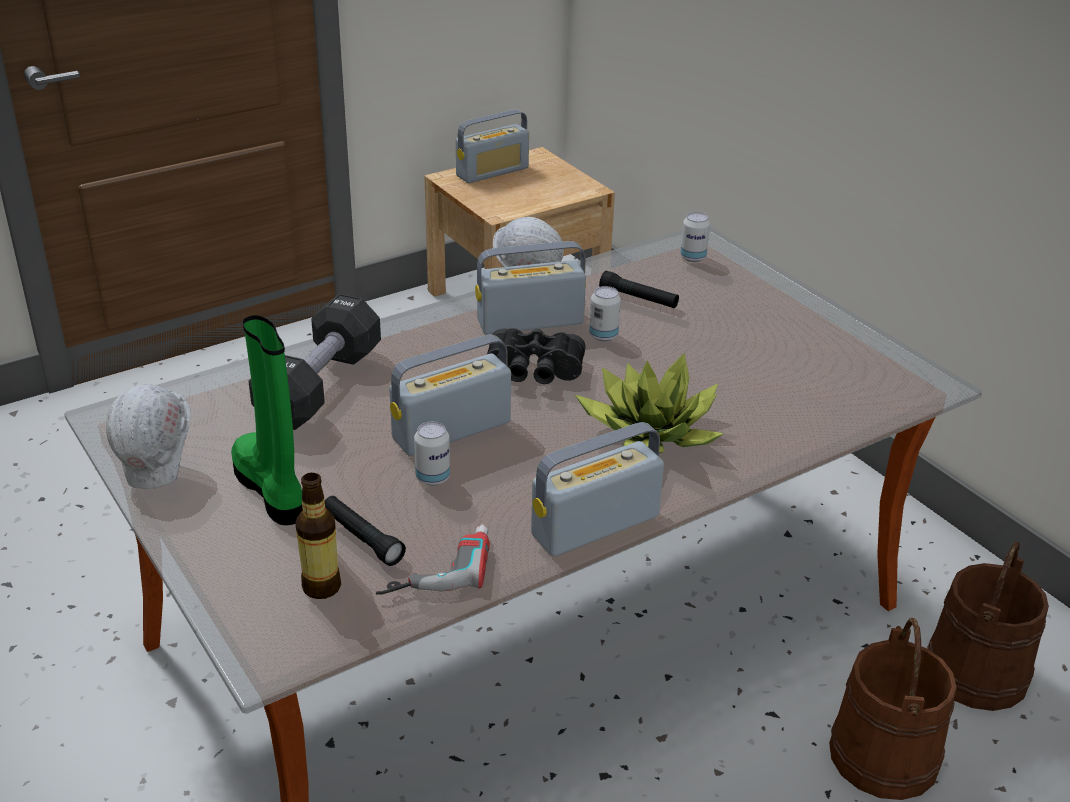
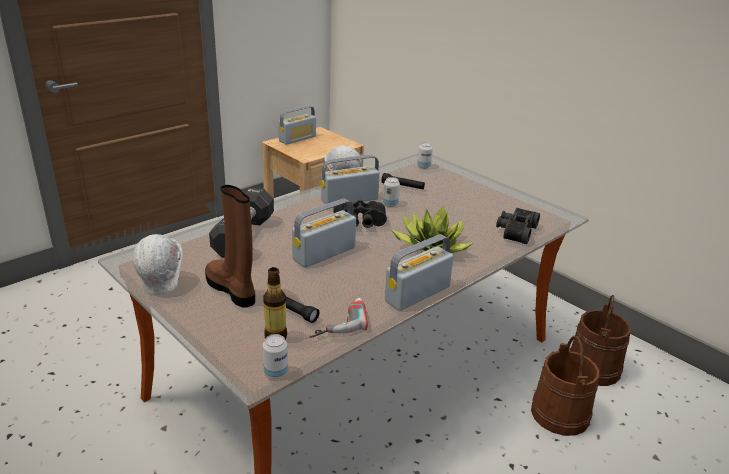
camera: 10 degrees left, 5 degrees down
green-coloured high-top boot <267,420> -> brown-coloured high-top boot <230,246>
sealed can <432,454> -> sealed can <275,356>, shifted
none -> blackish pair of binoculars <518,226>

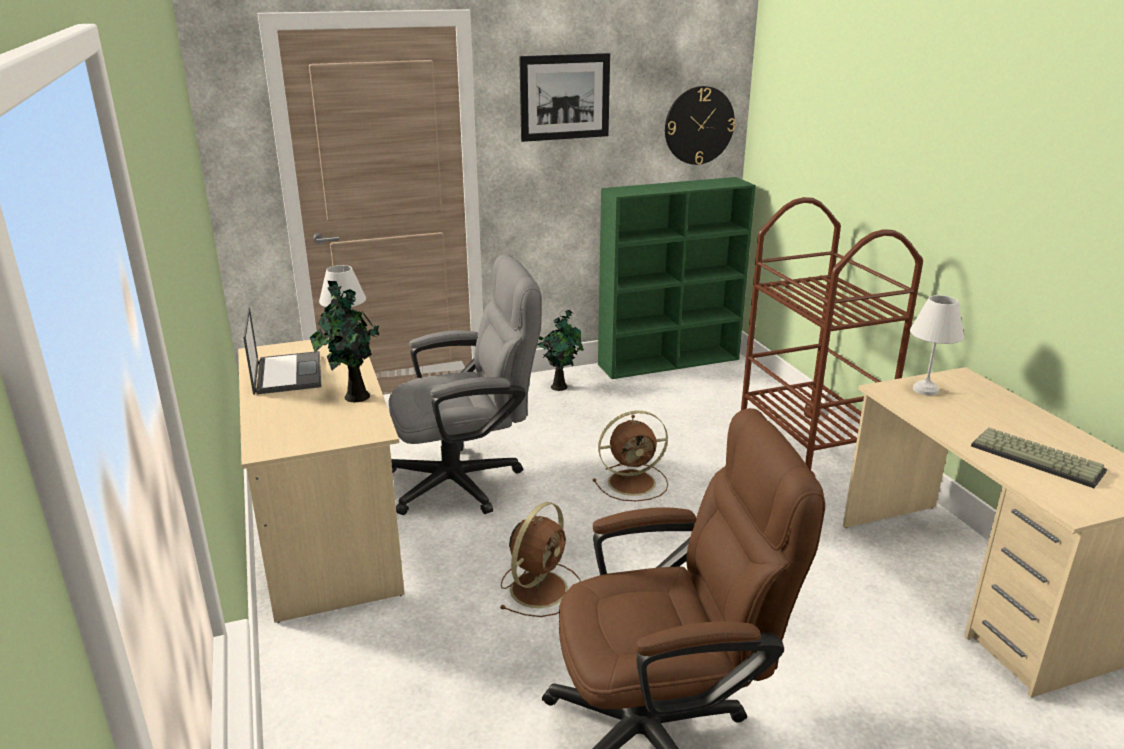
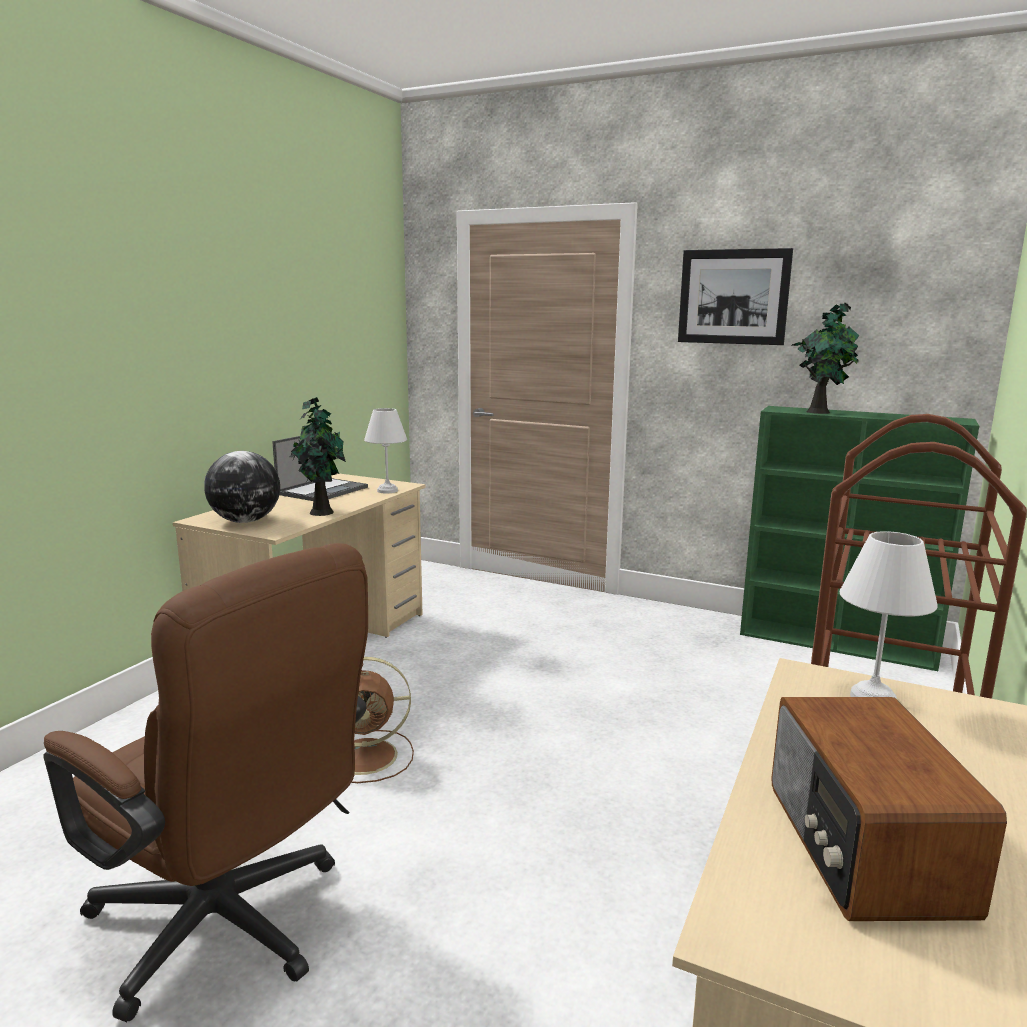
camera: 45 degrees right, 10 degrees down
gray office chair <465,384> -> none
plant in a pot <560,350> -> plant in a pot <825,358>, shifted
brown-coloured cooling fan <630,456> -> none
wall clock <700,125> -> none
computer keyboard <1039,457> -> radio <889,809>
none -> globe <242,487>

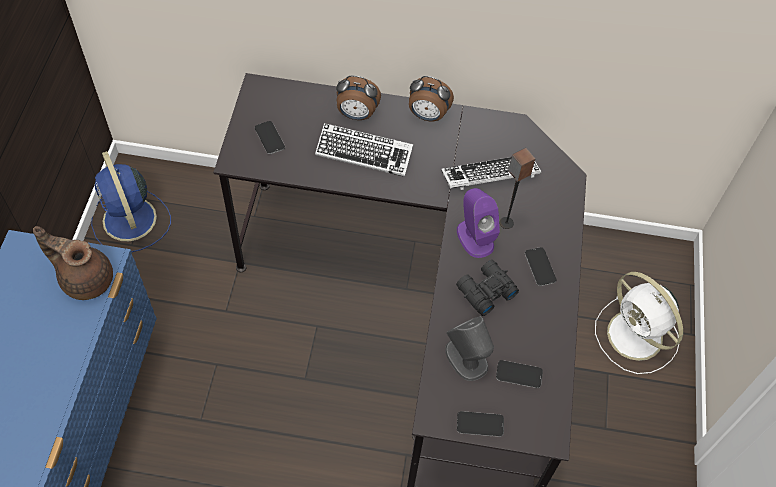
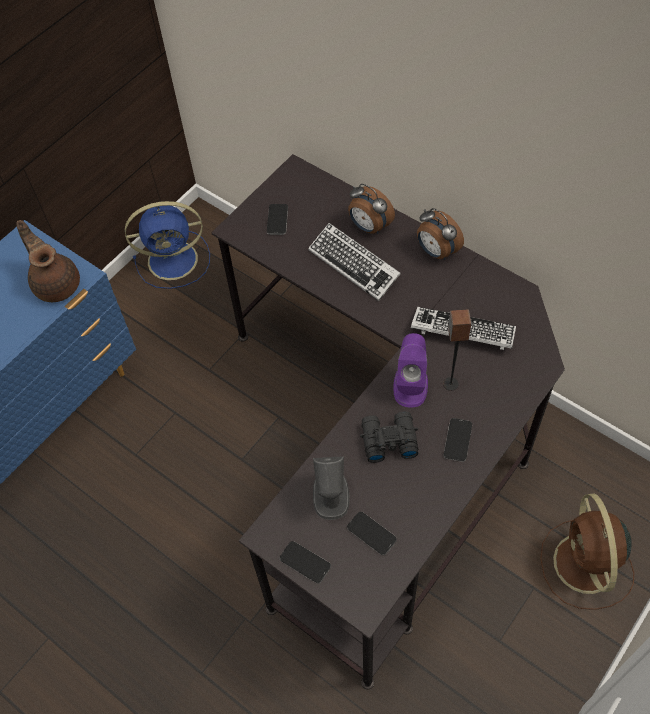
camera: 35 degrees right, 0 degrees up
bluish cooling fan <131,201> -> bluish cooling fan <167,245>, 105 degrees counterclockwise
white cooling fan <639,323> -> brown-coloured cooling fan <587,551>

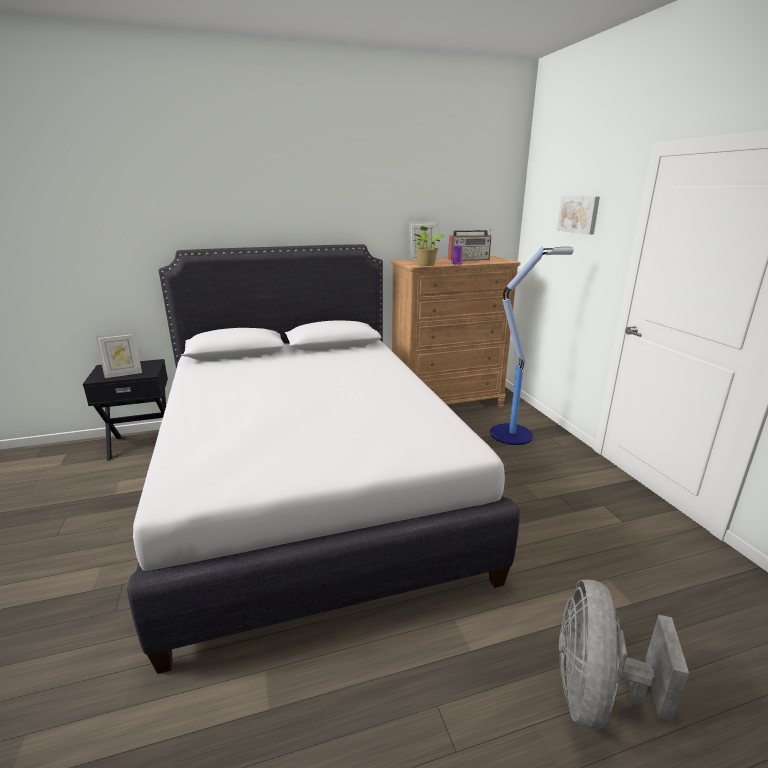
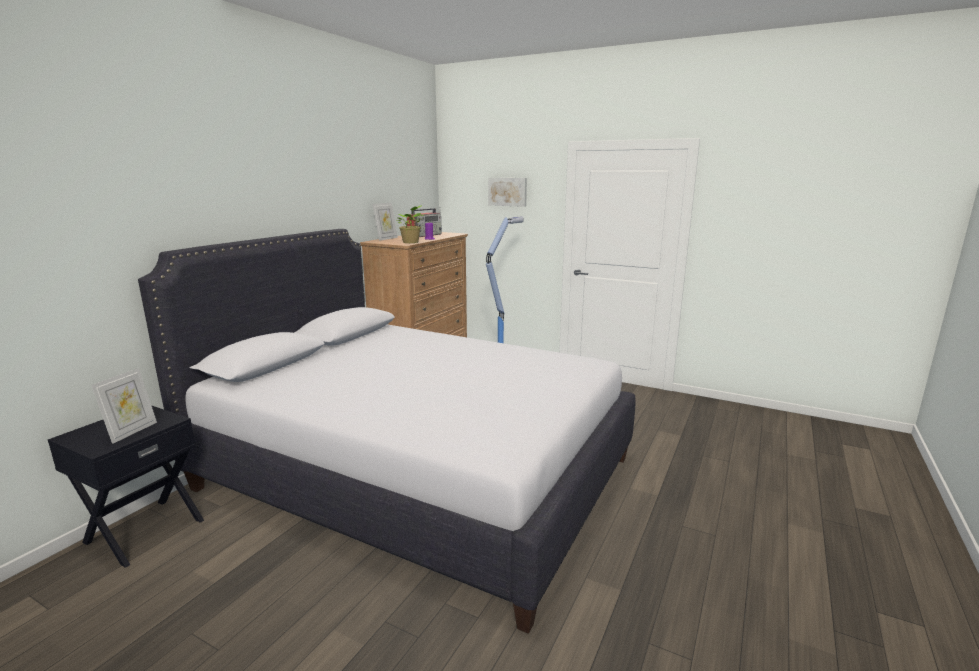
camera: 45 degrees left, 5 degrees down
gray cooling fan <624,654> -> none

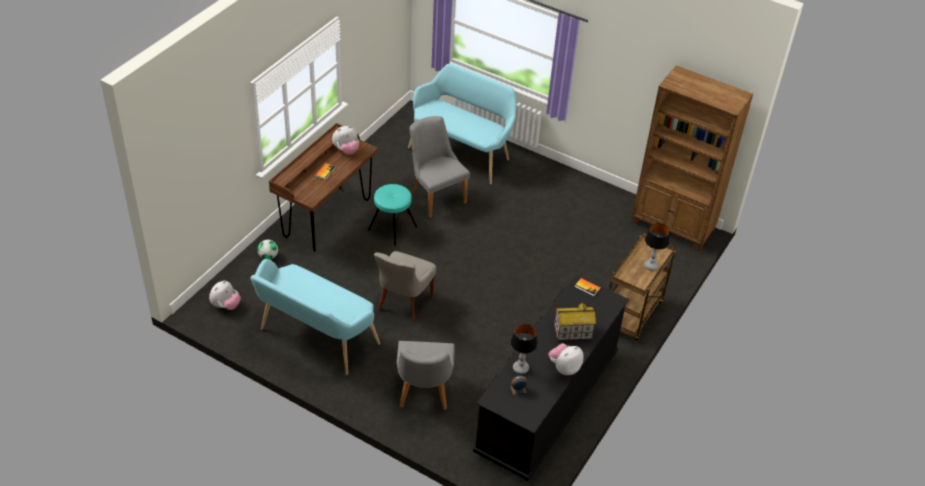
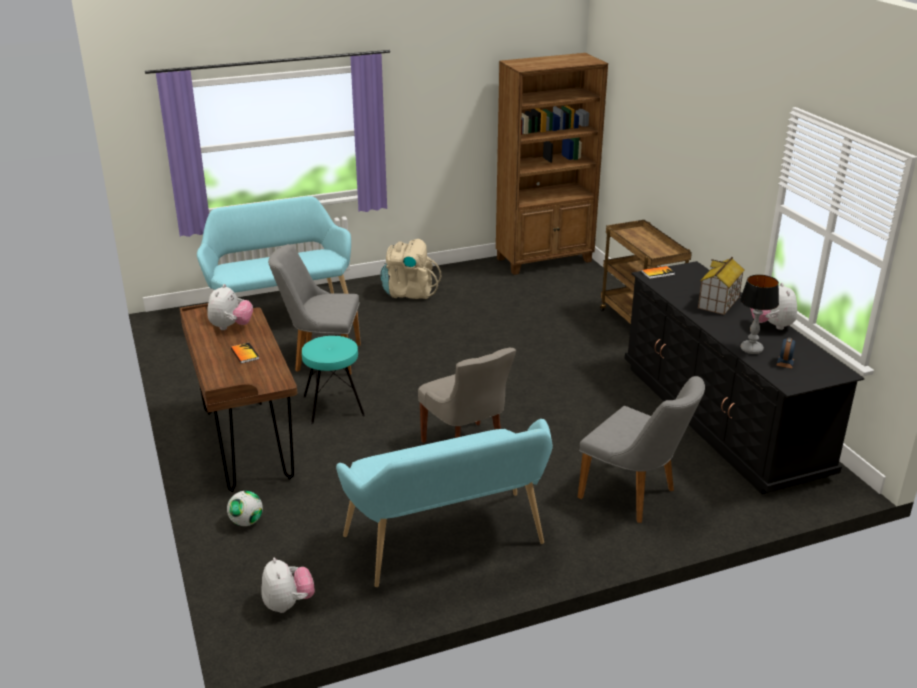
camera: 50 degrees left, 15 degrees down
lamp for a table <657,247> -> none
none -> beige backpack <410,269>

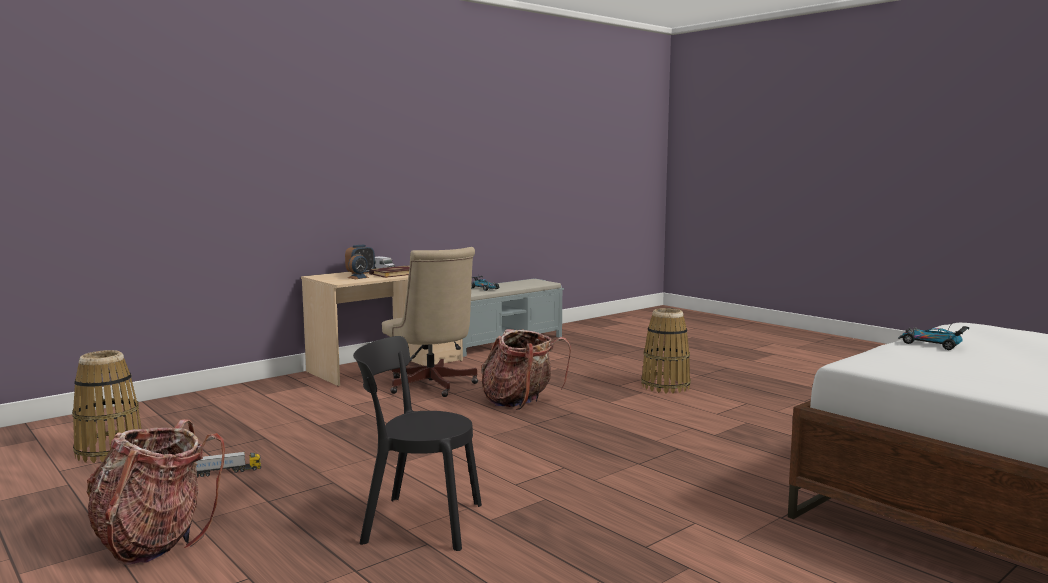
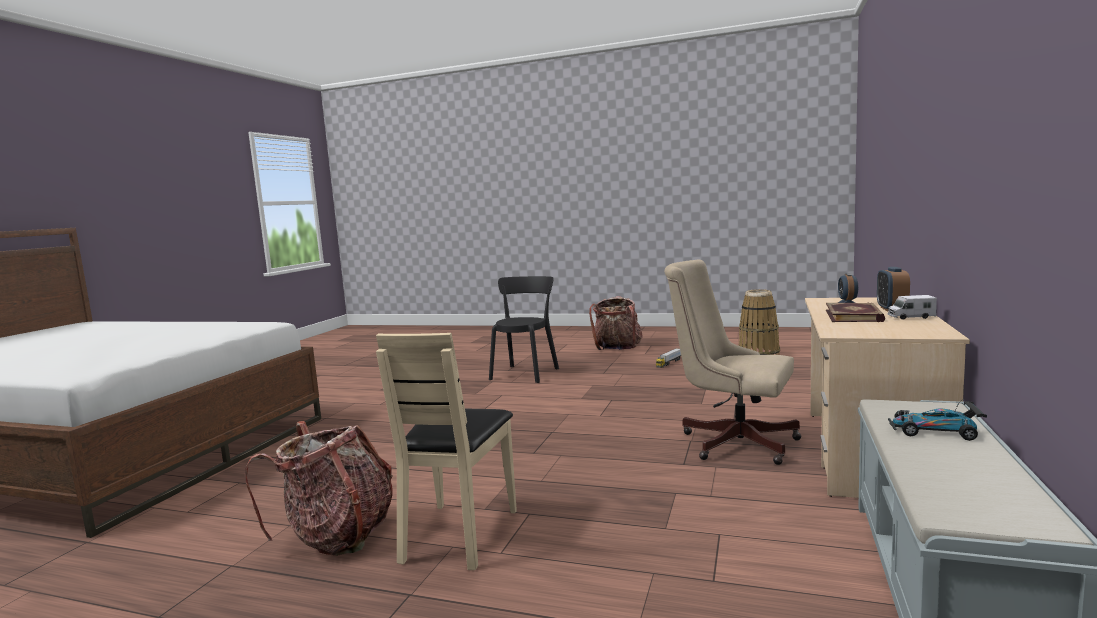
camera: 150 degrees right, 0 degrees up
blackish chair <417,443> -> blackish chair <524,329>, 45 degrees counterclockwise
backpack <526,369> -> backpack <319,488>, shifted
basket <666,350> -> beige chair <446,451>
toy car <933,337> -> none

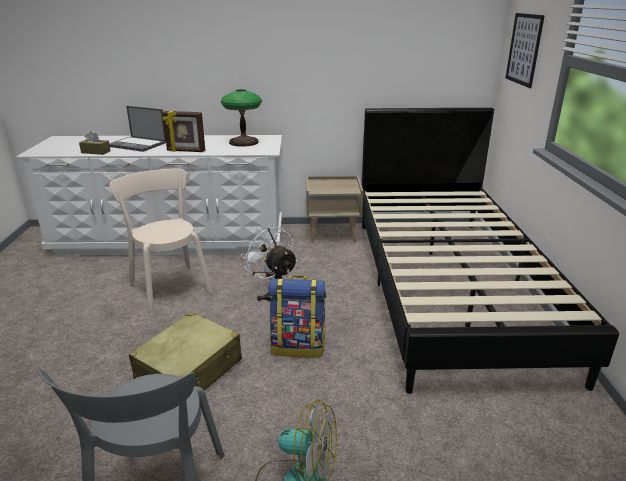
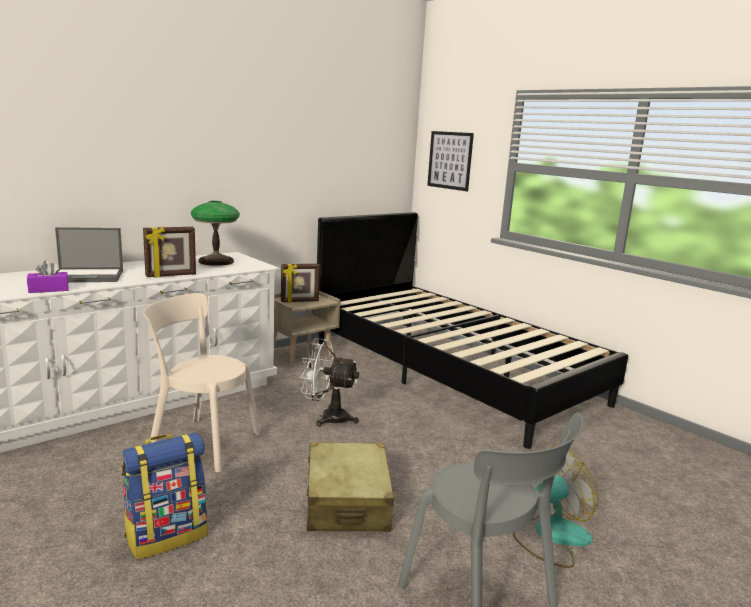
camera: 40 degrees left, 10 degrees down
brown-coloured tissue box <95,143> -> purplish tissue box <47,277>
backpack <297,316> -> backpack <164,495>, shifted
none -> standing frame <300,283>

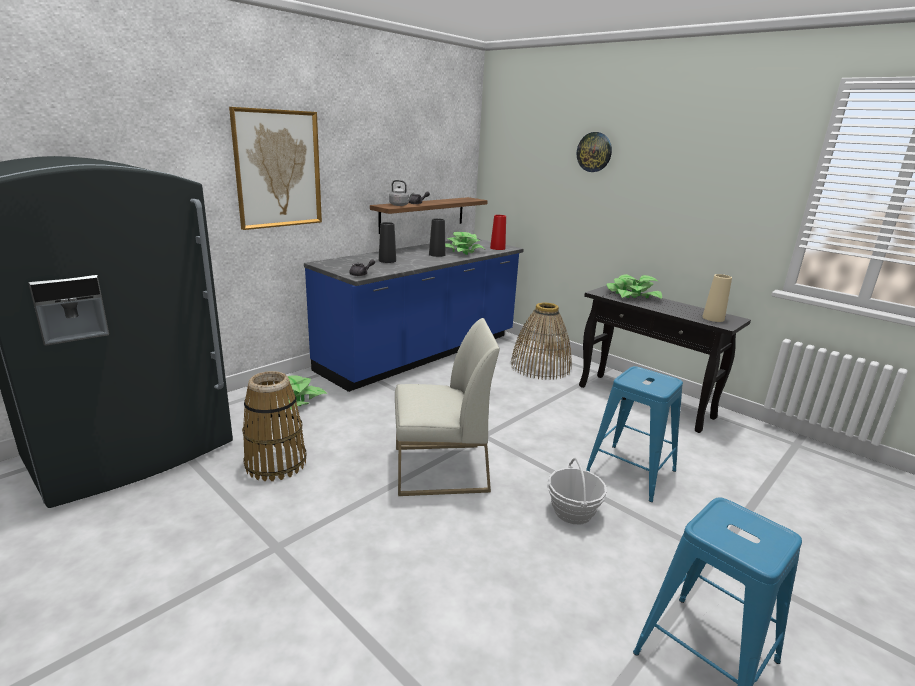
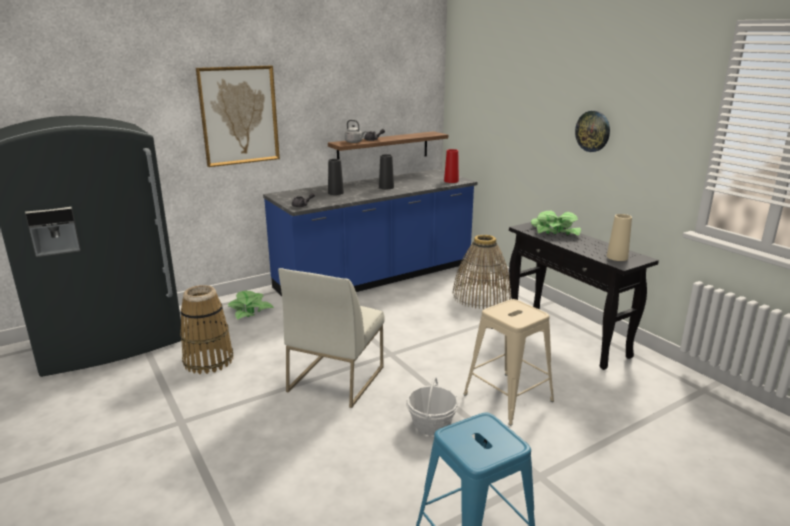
camera: 15 degrees right, 0 degrees up
white chair <447,407> -> white chair <331,338>, 105 degrees clockwise
plant in a pot <465,243> -> none
wall clock <594,152> -> wall clock <592,131>, shifted
bluish stool <634,434> -> beige stool <509,362>

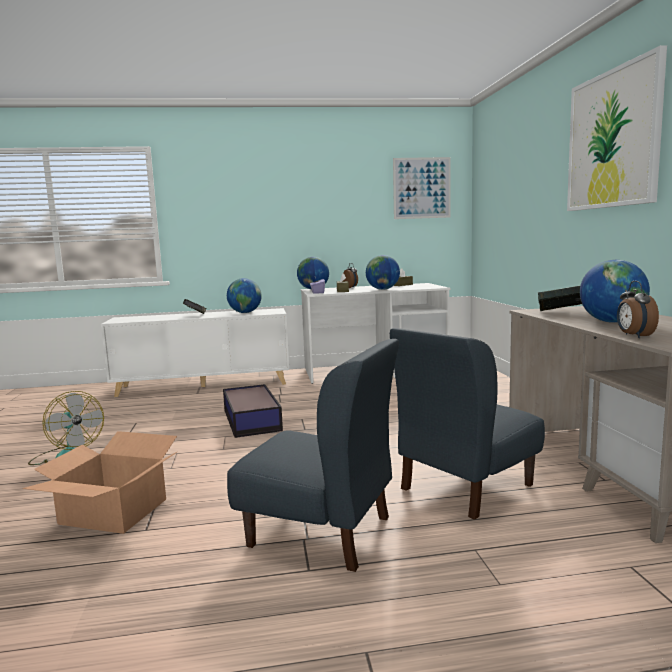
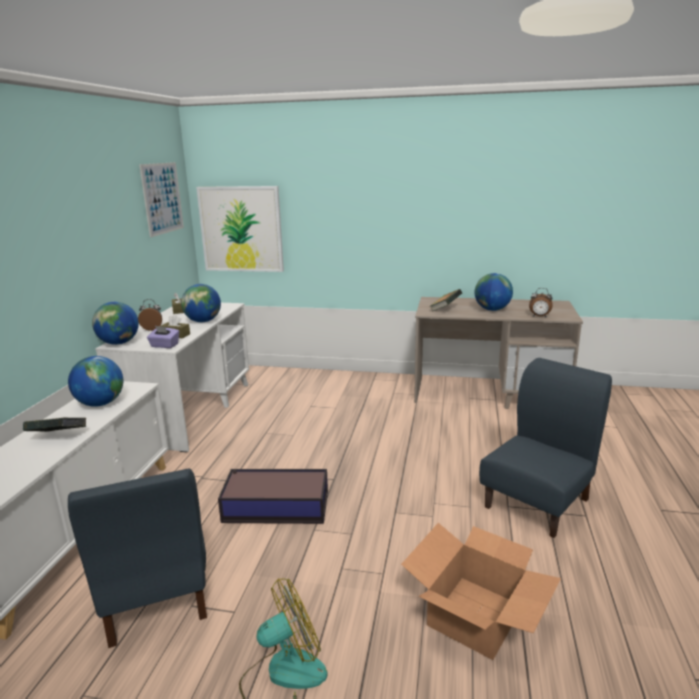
camera: 70 degrees left, 10 degrees up
bluish chair <467,424> -> bluish chair <137,558>, shifted
wall art <617,128> -> wall art <240,229>, shifted

